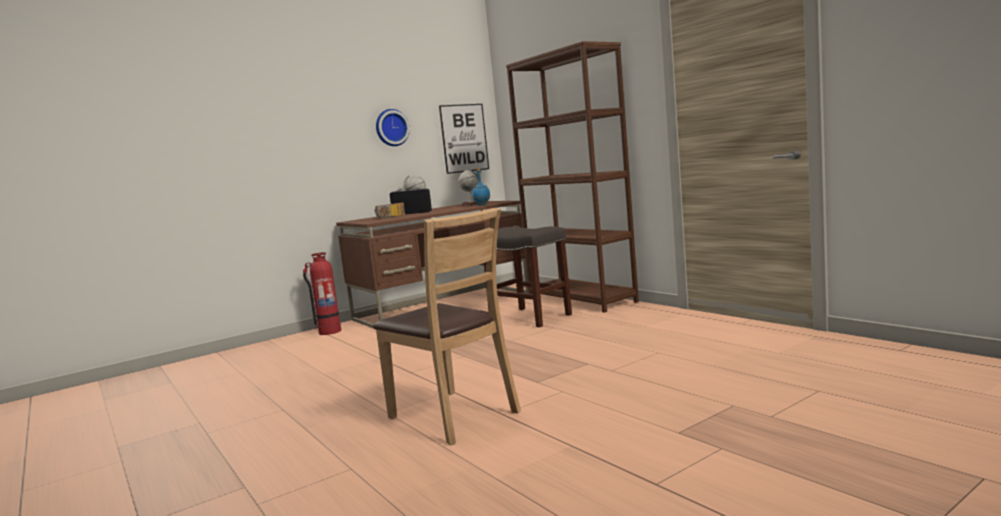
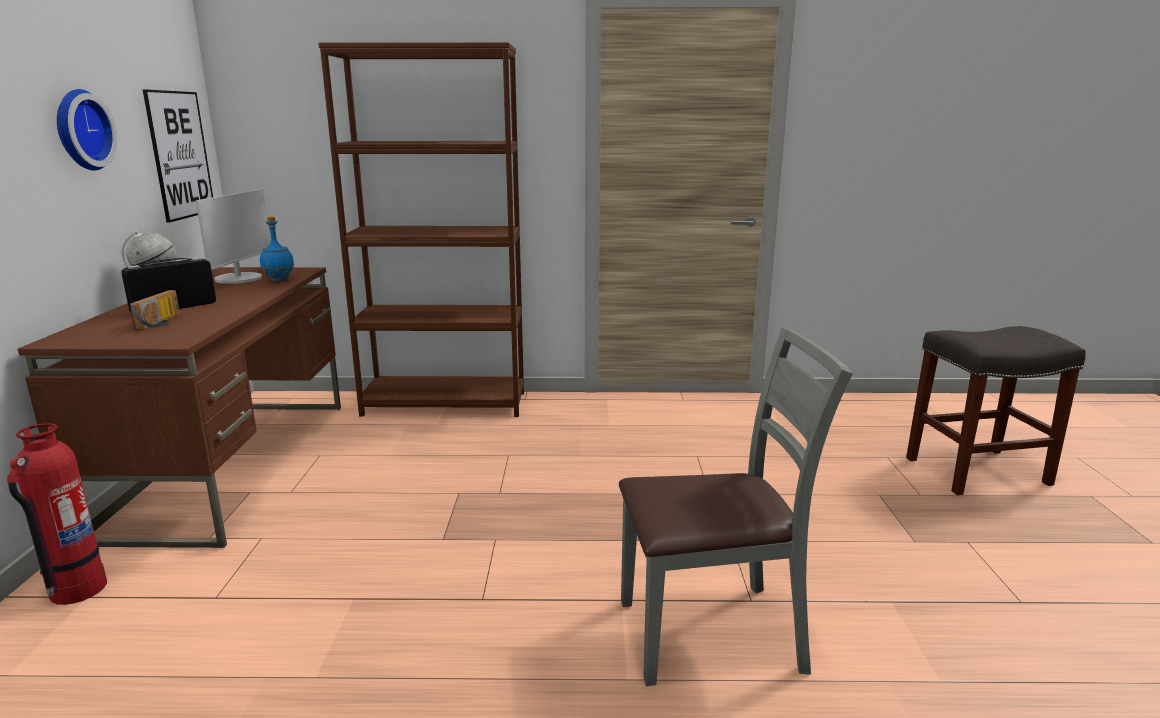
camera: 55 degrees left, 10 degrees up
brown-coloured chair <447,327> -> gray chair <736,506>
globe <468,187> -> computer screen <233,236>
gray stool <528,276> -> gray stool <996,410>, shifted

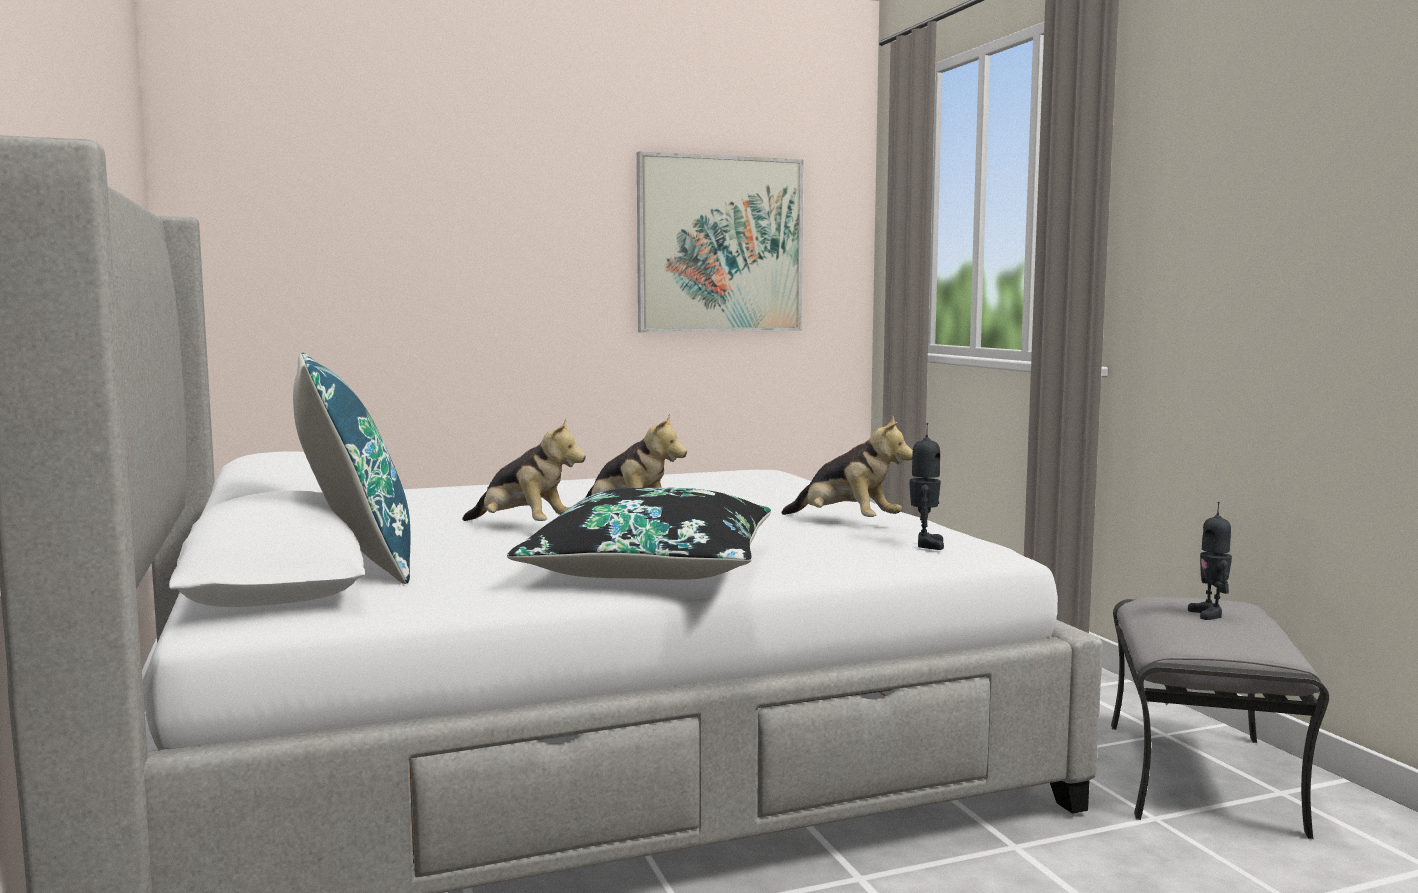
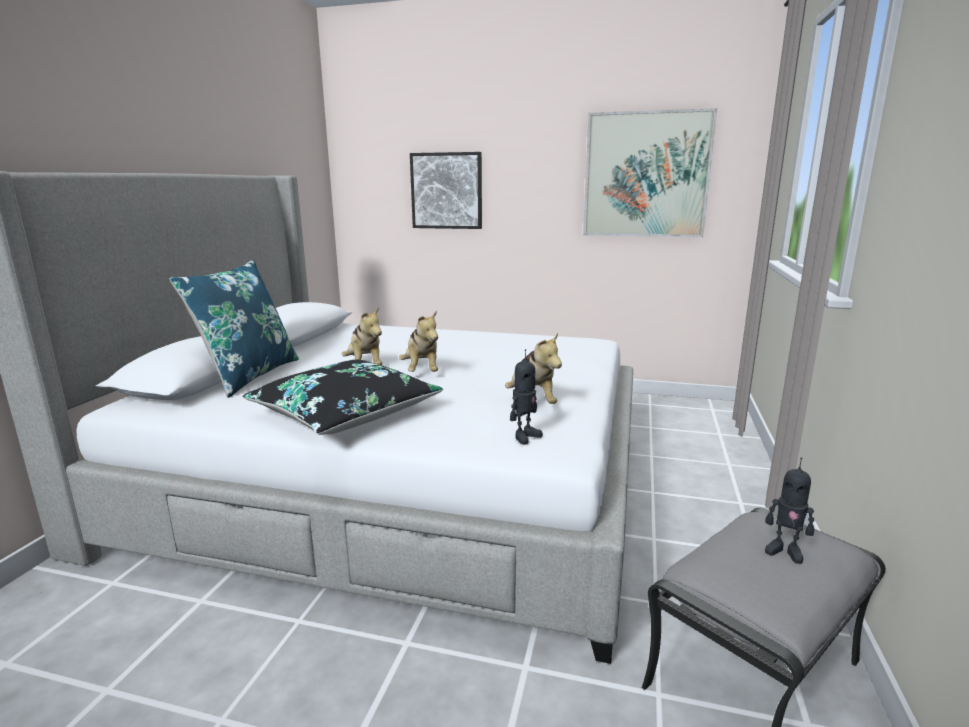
camera: 35 degrees right, 10 degrees up
model robot <1210,561> -> model robot <789,510>, 90 degrees counterclockwise
none -> wall art <446,190>

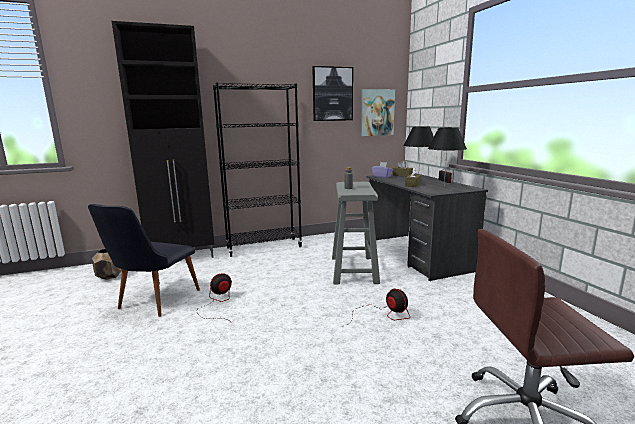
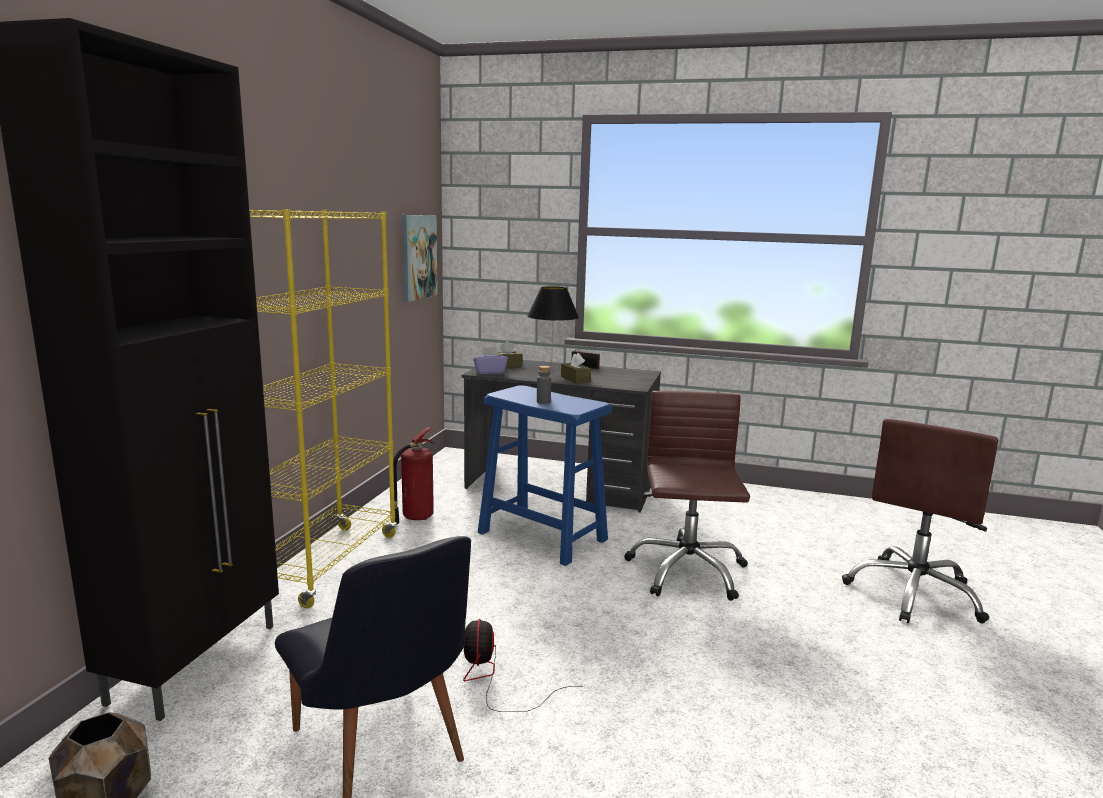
camera: 55 degrees left, 0 degrees up
blackish bookcase <258,169> -> yellow-coloured bookcase <323,408>
wall art <332,93> -> none
gray stool <356,233> -> bluish stool <545,475>
cooling fan <378,307> -> brown-coloured office chair <687,496>
blackish lamp for a table <447,156> -> none
none -> fire-fighting cylinder <414,475>

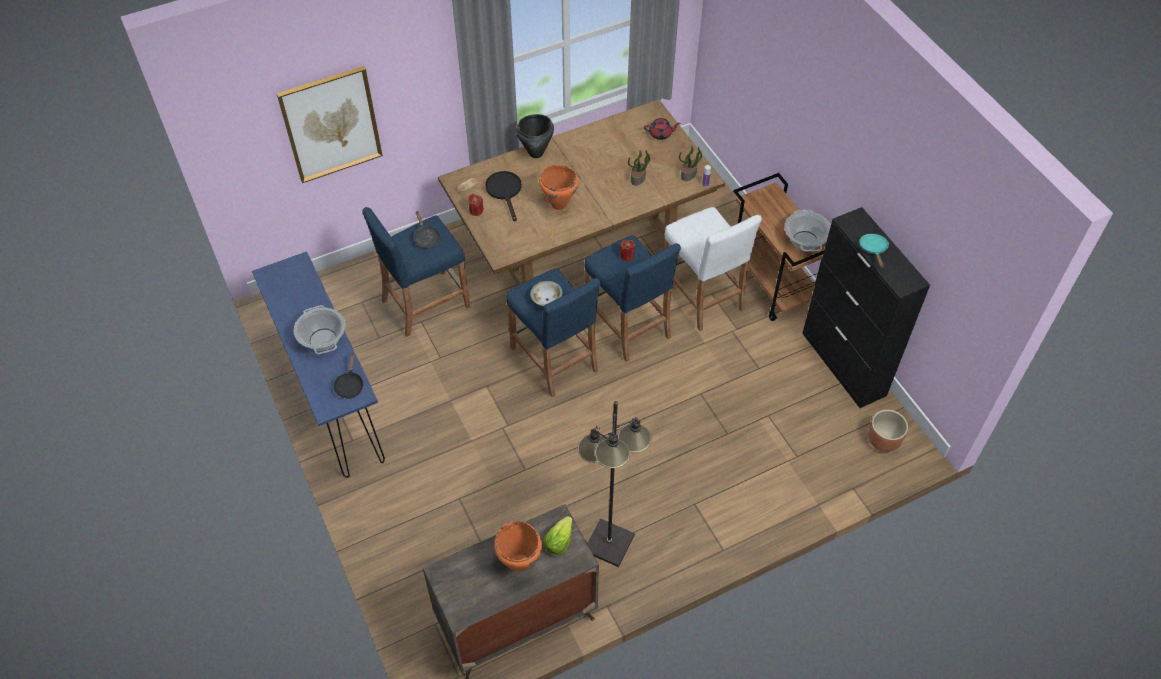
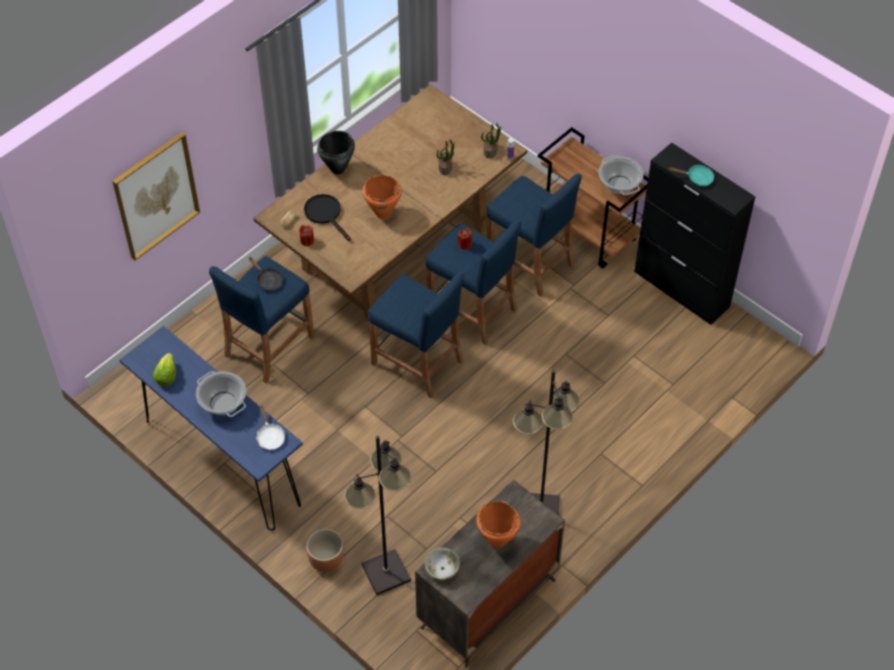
camera: 20 degrees left, 0 degrees up
blackish frying pan <348,375> -> white frying pan <270,427>
bowl <546,293> -> bowl <442,563>, shifted
lettuce <557,535> -> lettuce <164,369>, shifted
red teapot <662,129> -> none
white stool <713,269> -> bluish stool <534,235>
turquoise-coloured frying pan <874,251> -> turquoise-coloured frying pan <691,175>, 120 degrees clockwise
brown-coloured plant pot <888,431> -> brown-coloured plant pot <325,550>, shifted
none -> blackish standard lamp <377,515>

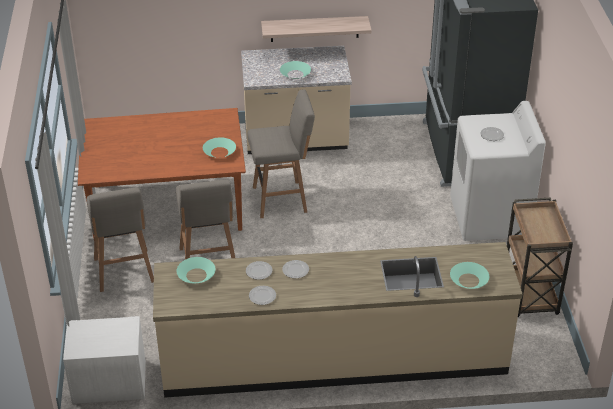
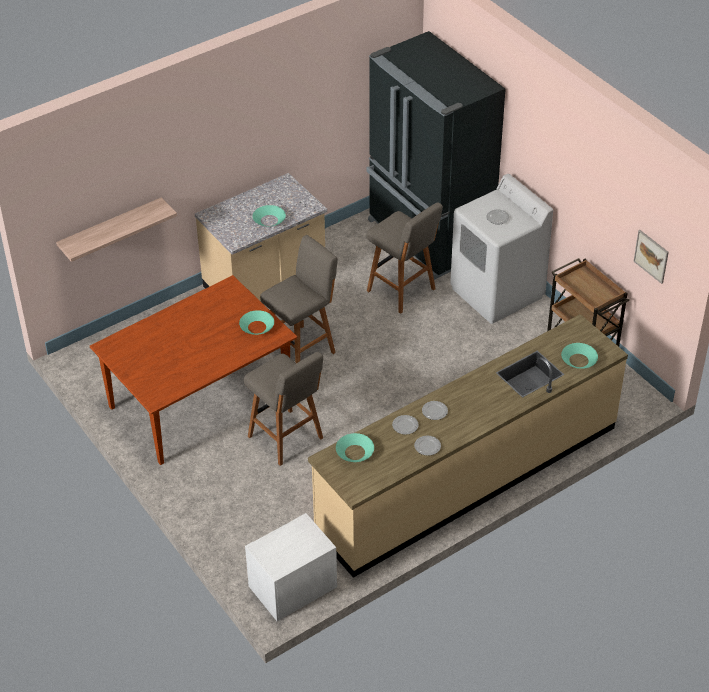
camera: 30 degrees left, 5 degrees up
gray stool <120,239> -> gray stool <405,258>, shifted
wall shelf <316,29> -> wall shelf <116,229>, shifted
none -> wall art <651,257>

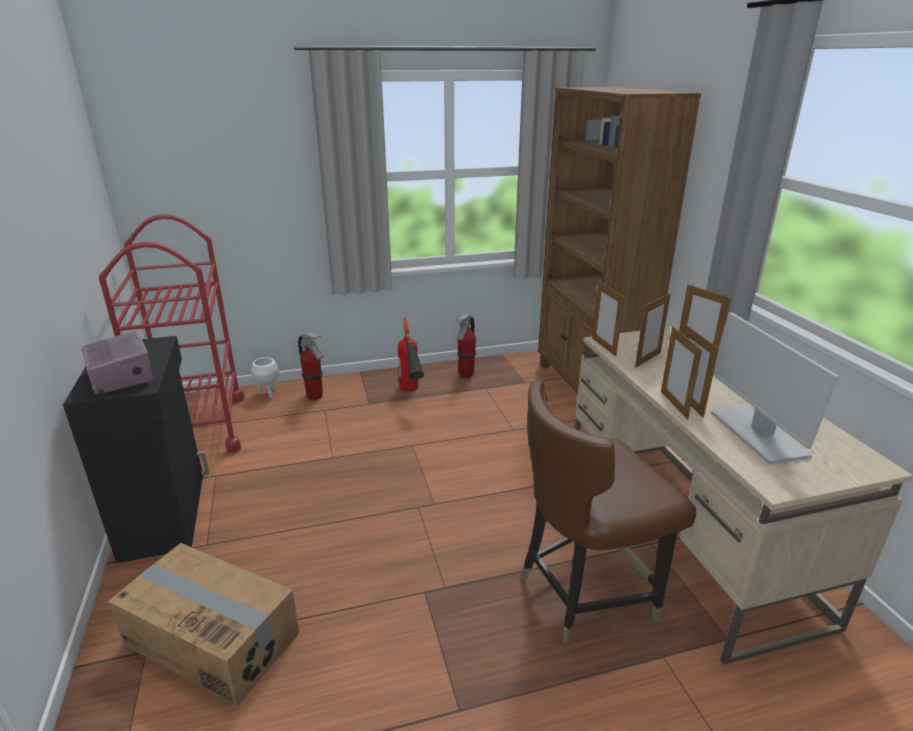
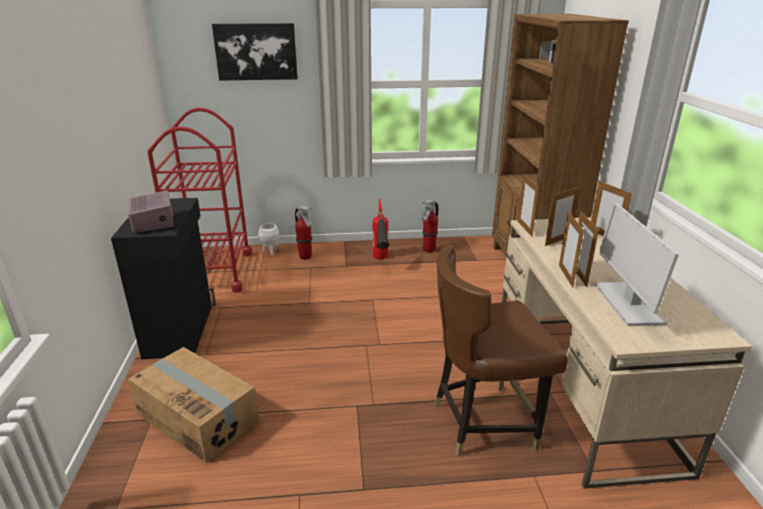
camera: 10 degrees right, 0 degrees up
none -> wall art <255,52>

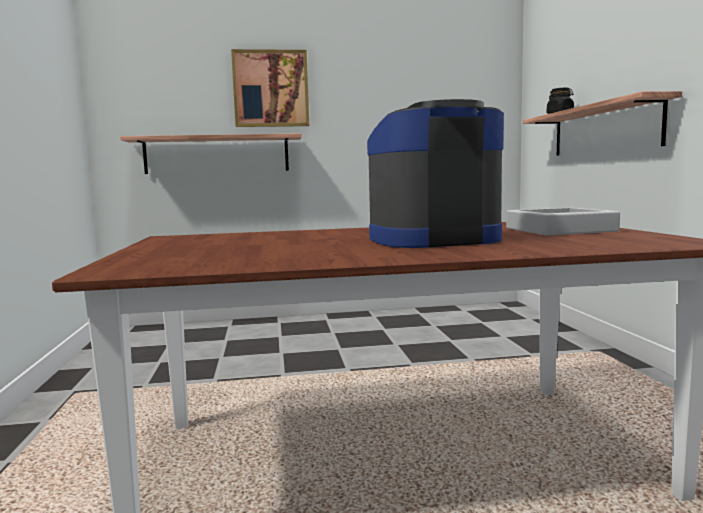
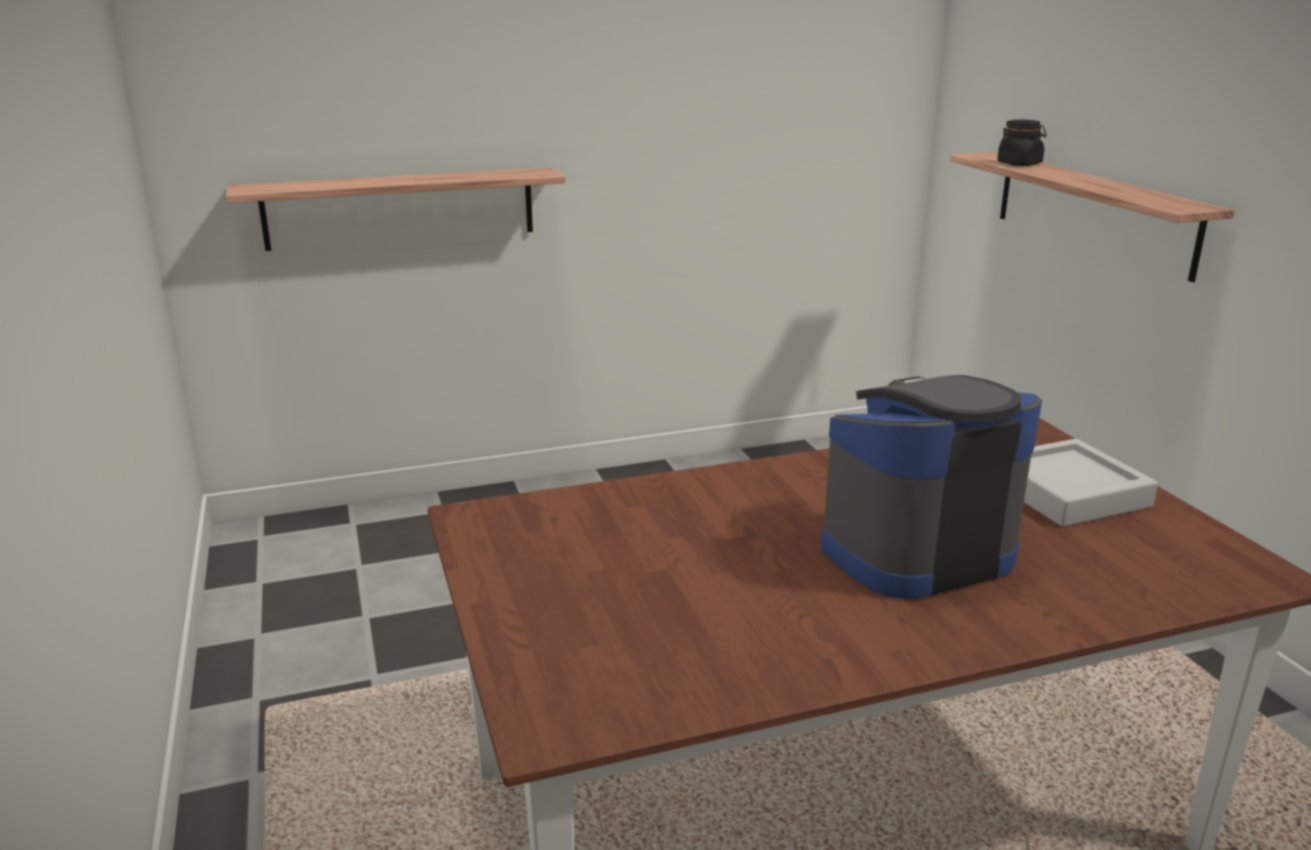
camera: 10 degrees left, 15 degrees up
wall art <270,88> -> none

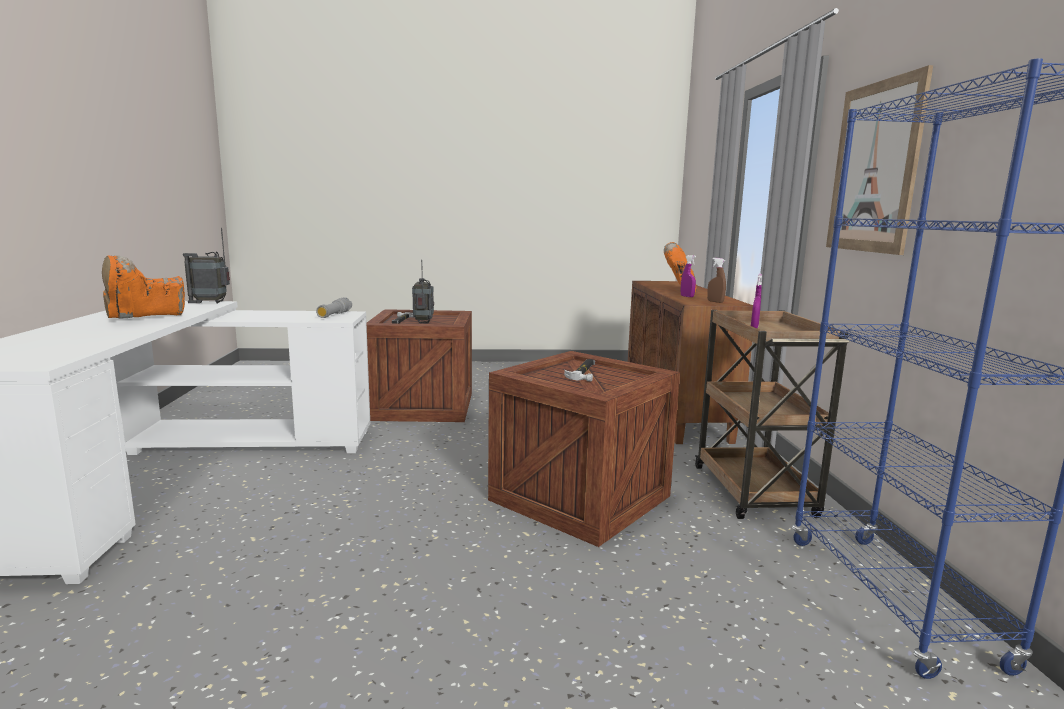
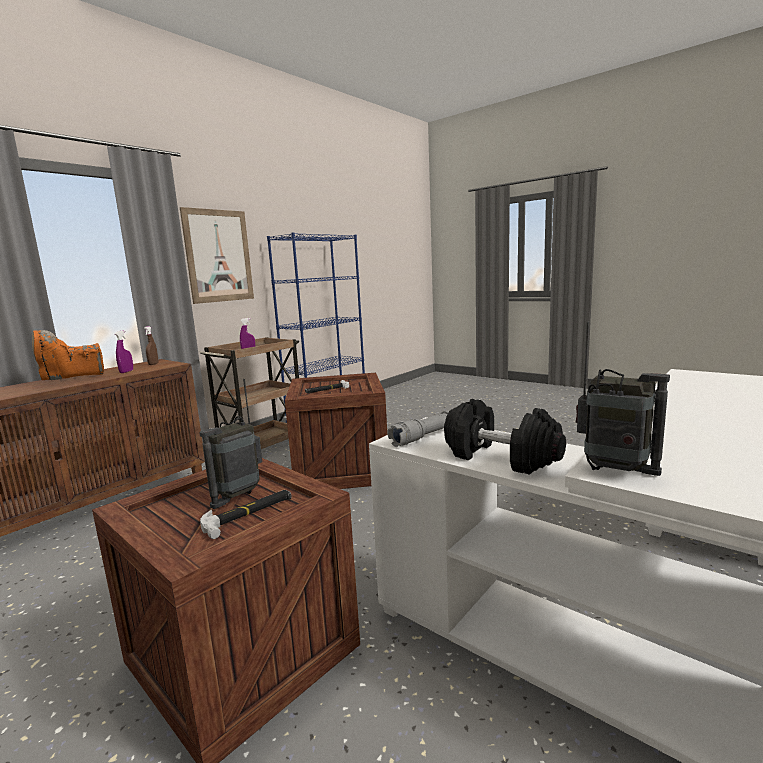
camera: 135 degrees left, 0 degrees up
orange high-top boot <143,286> -> none
none -> blackish dumbbell <505,437>

